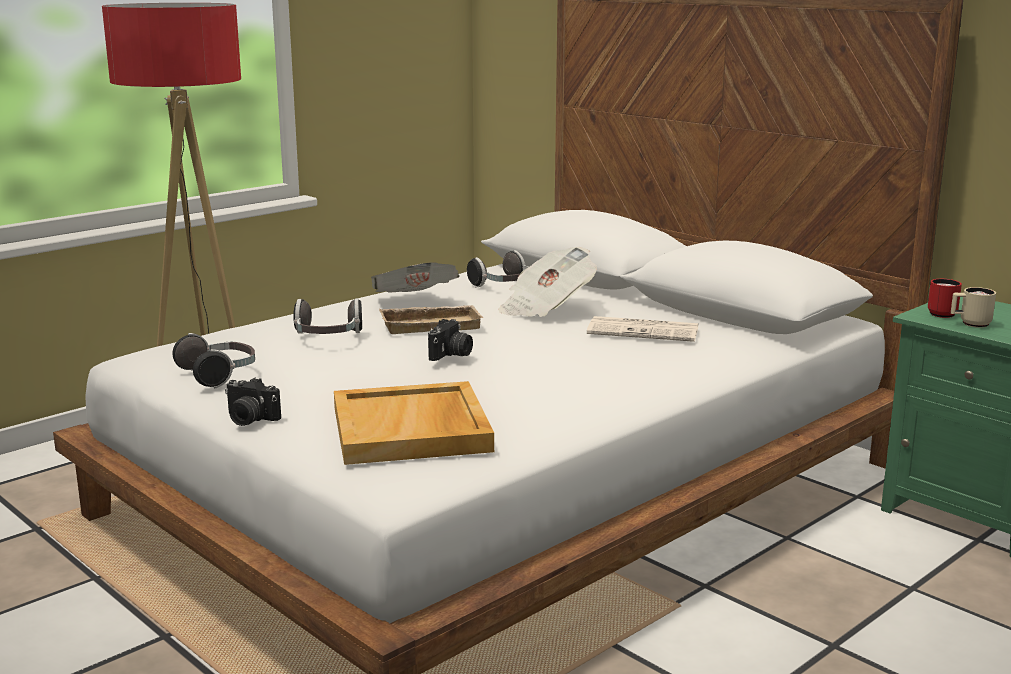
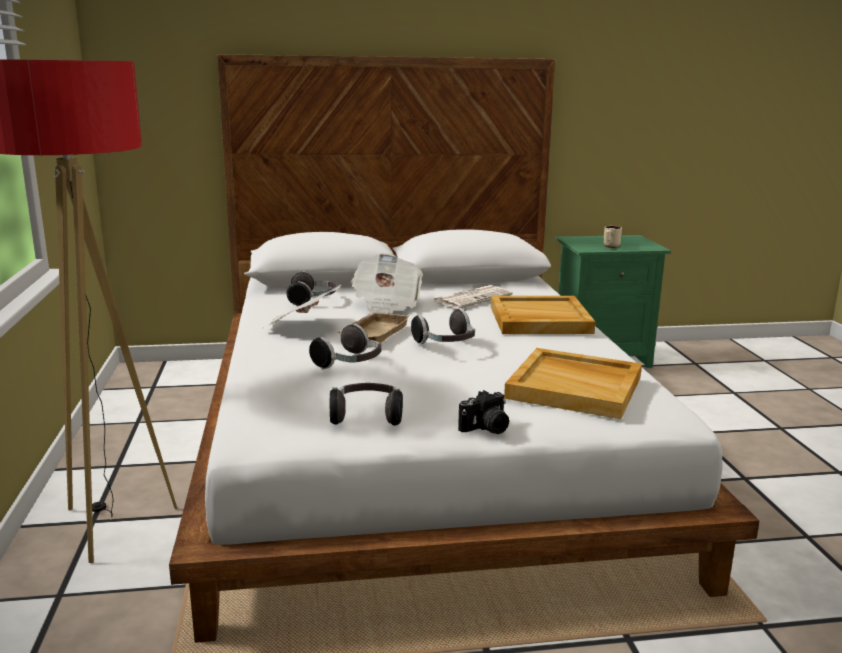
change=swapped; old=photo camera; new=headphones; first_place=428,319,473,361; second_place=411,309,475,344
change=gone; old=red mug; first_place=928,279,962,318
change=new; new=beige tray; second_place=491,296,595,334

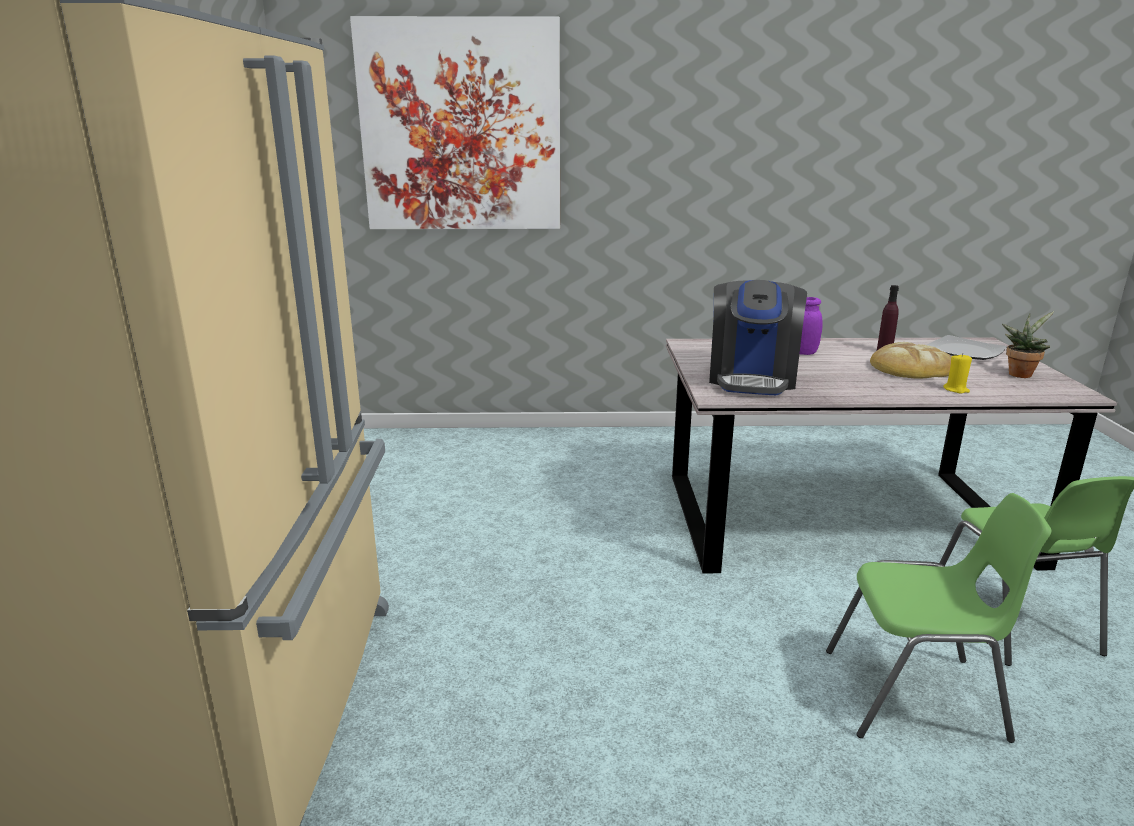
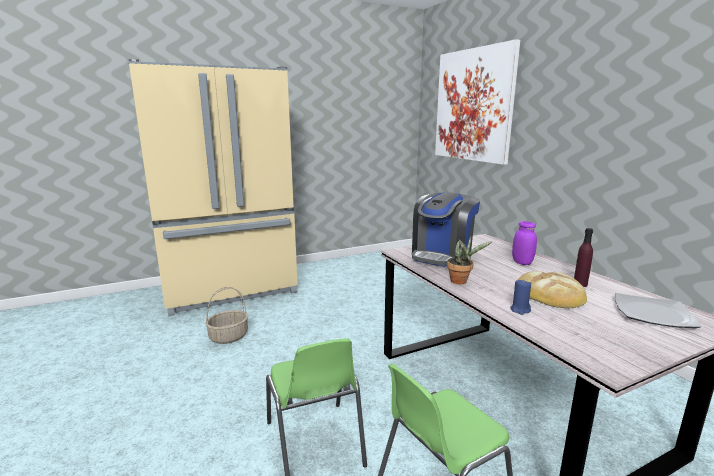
change=rotated; old=coffee machine; first_place=709,280,807,396; second_place=412,192,480,267; degrees=-45
change=repainted; old=yellow candle; new=blue candle; first_place=943,354,972,394; second_place=510,280,531,315
change=shifted; old=potted plant; first_place=1002,311,1054,378; second_place=447,236,493,284
change=new; new=basket; second_place=205,287,248,344

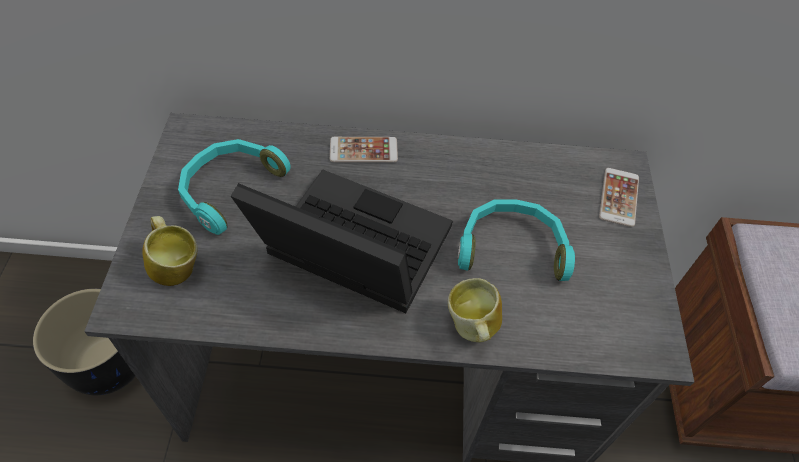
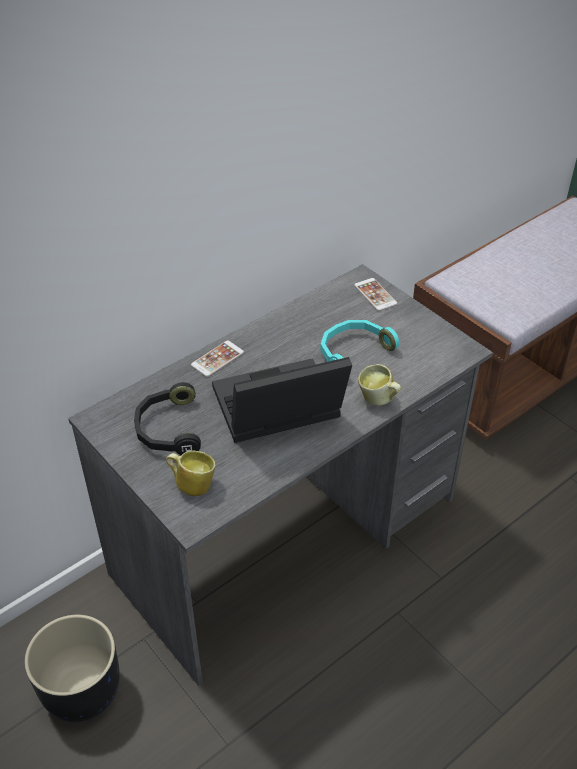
change=repainted; old=turquoise headphones; new=black headphones; first_place=178,139,291,235; second_place=134,382,201,455

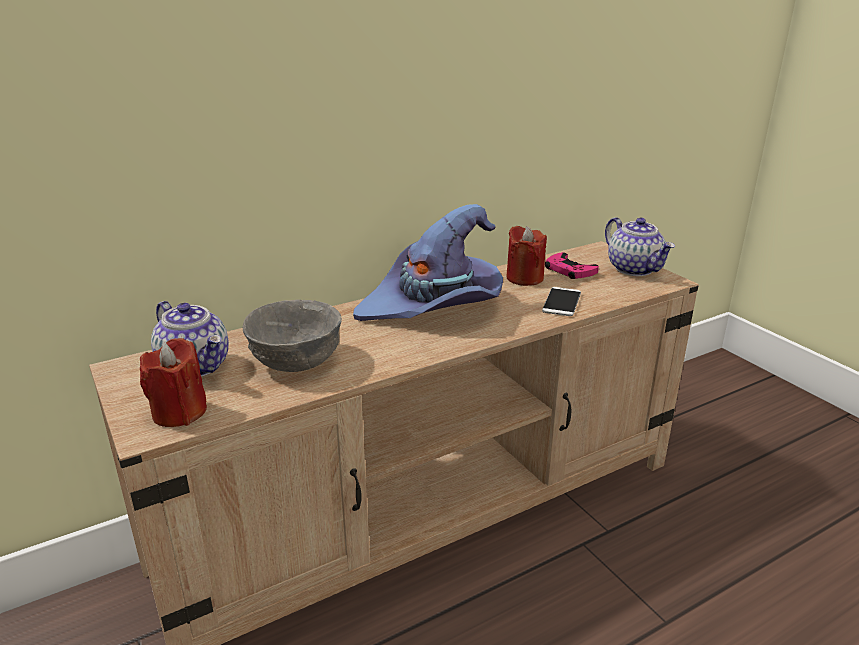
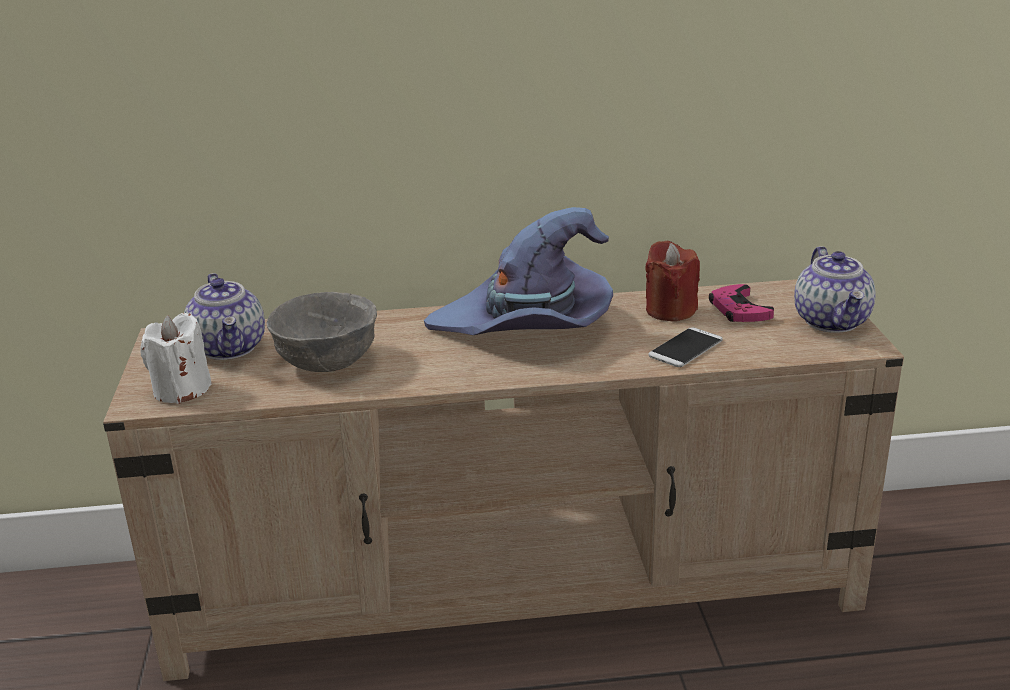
change=repainted; old=red candle; new=white candle; first_place=140,338,207,427; second_place=140,313,212,404

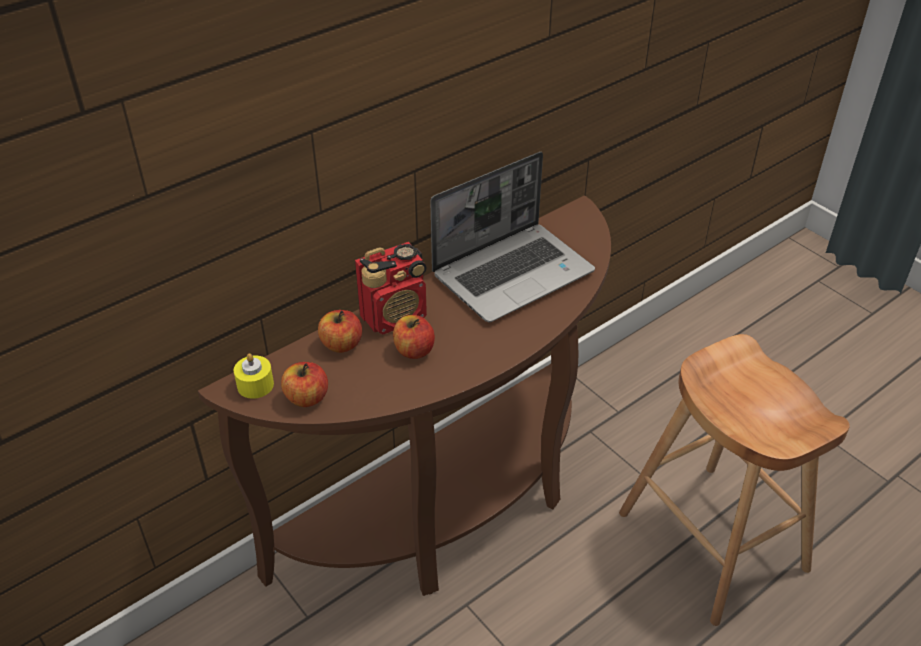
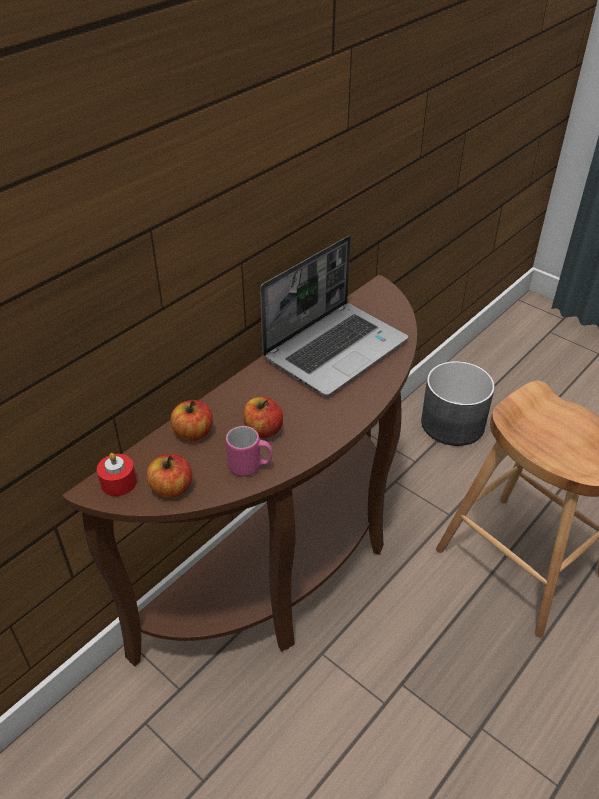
change=repainted; old=yellow candle; new=red candle; first_place=234,353,274,399; second_place=97,453,137,496
change=gone; old=radio; first_place=355,242,427,335
change=new; new=pink mug; second_place=226,426,273,477
change=new; new=grey planter; second_place=421,361,495,446

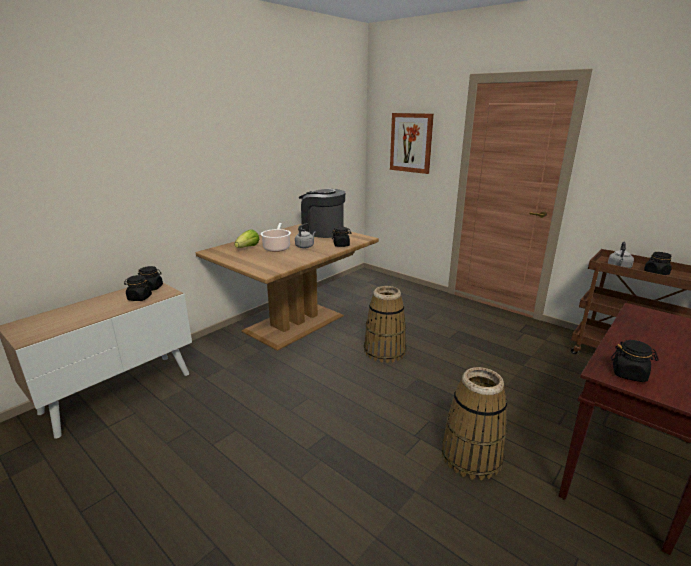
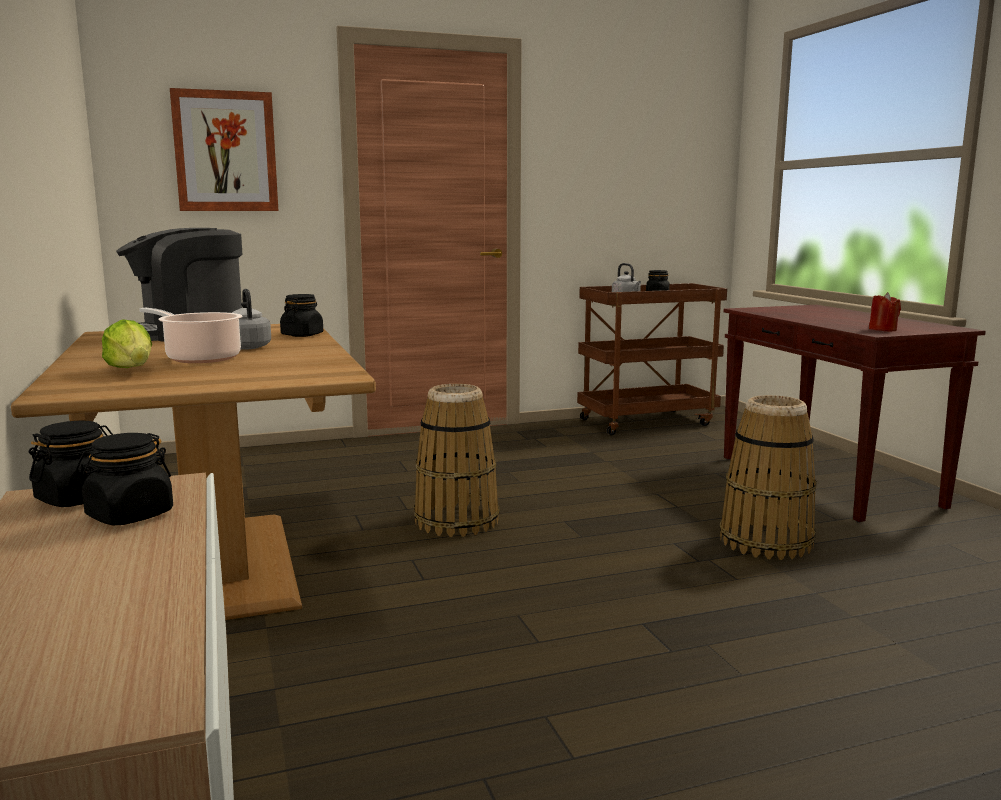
change=swapped; old=black jar; new=red candle; first_place=611,340,659,382; second_place=869,292,901,331

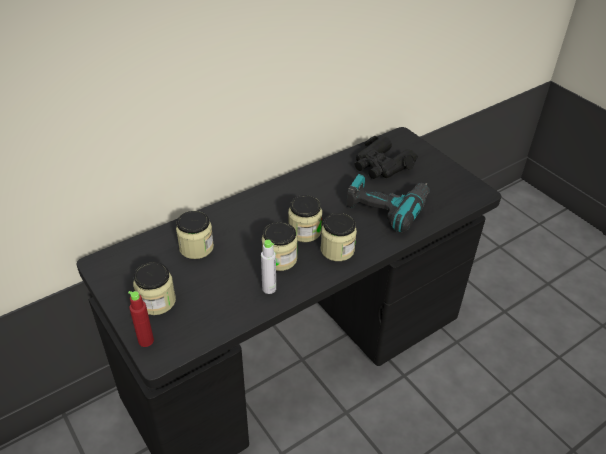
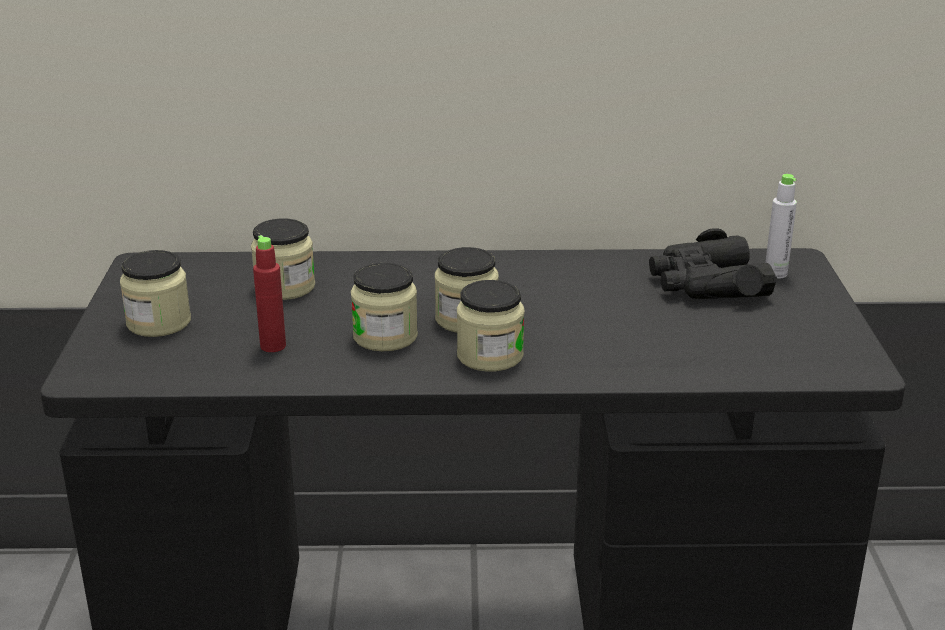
change=shifted; old=red bottle; first_place=128,291,154,347; second_place=253,235,286,352
change=shifted; old=grey bottle; first_place=261,240,276,294; second_place=765,174,797,279
change=gone; old=power drill; first_place=346,174,430,232

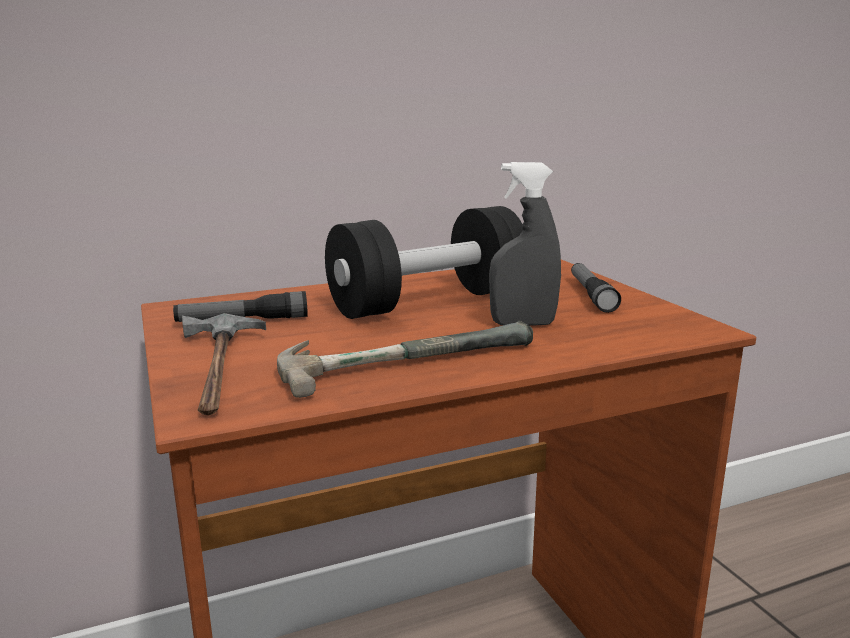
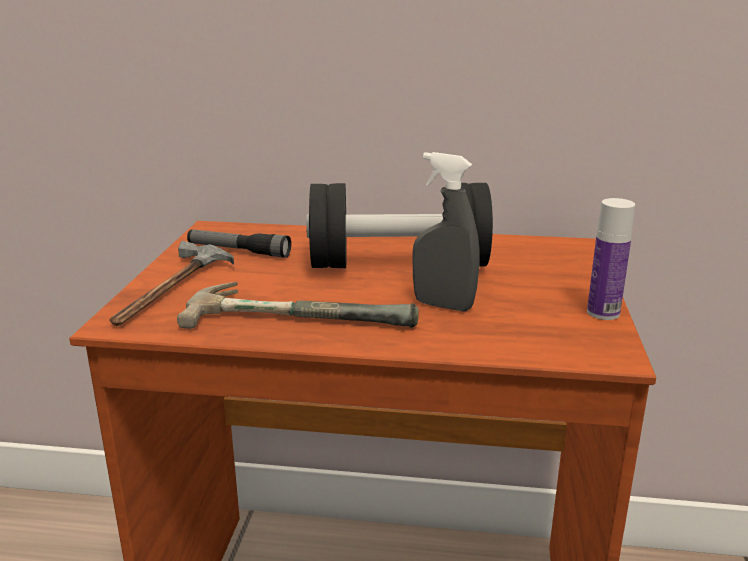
change=gone; old=flashlight; first_place=571,263,621,313
change=new; new=bottle; second_place=587,198,635,320

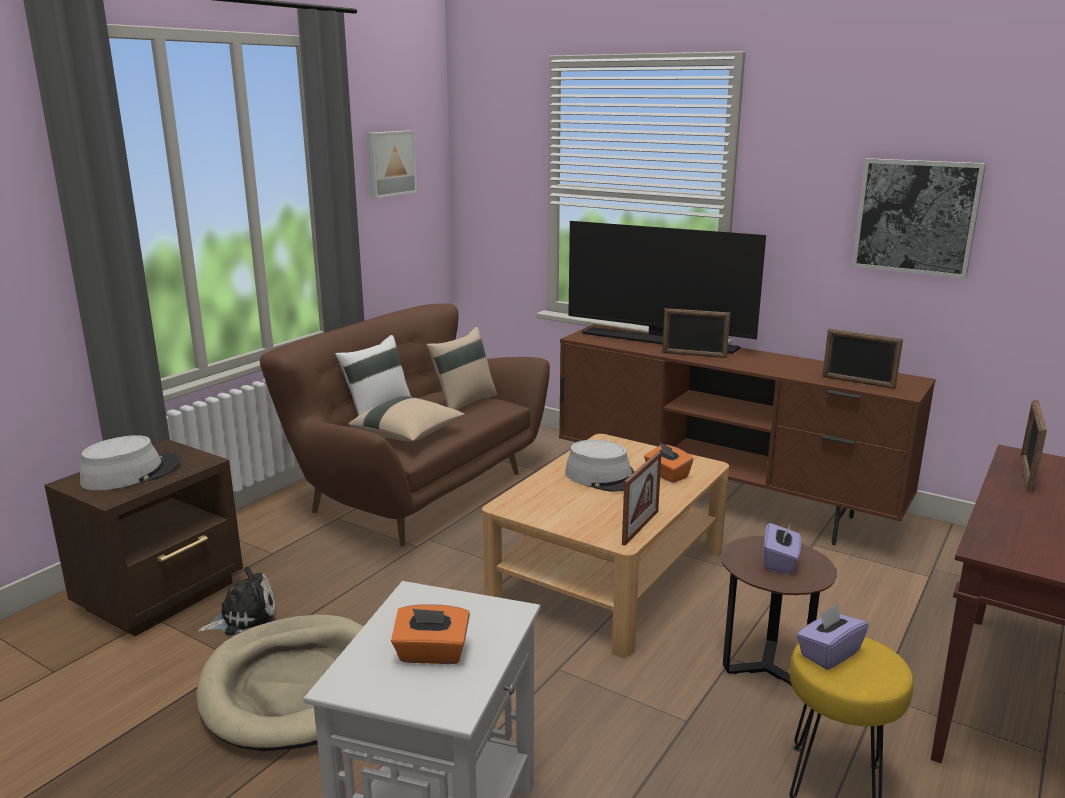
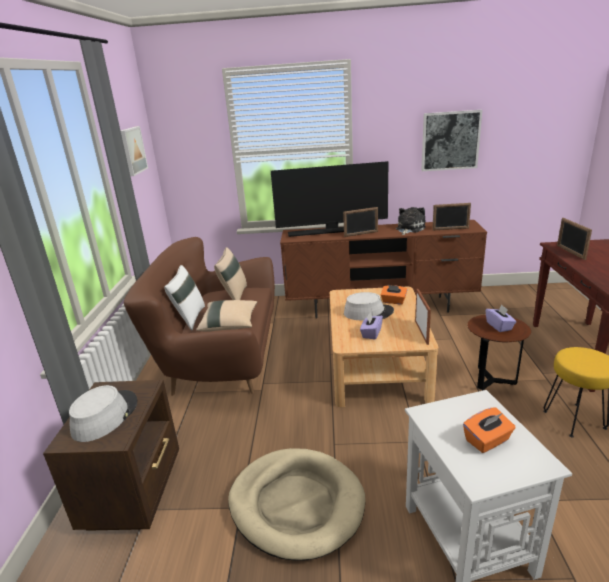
change=shifted; old=plush toy; first_place=198,566,276,636; second_place=396,207,426,235
change=shifted; old=purple tissue box; first_place=797,604,869,670; second_place=360,312,383,339

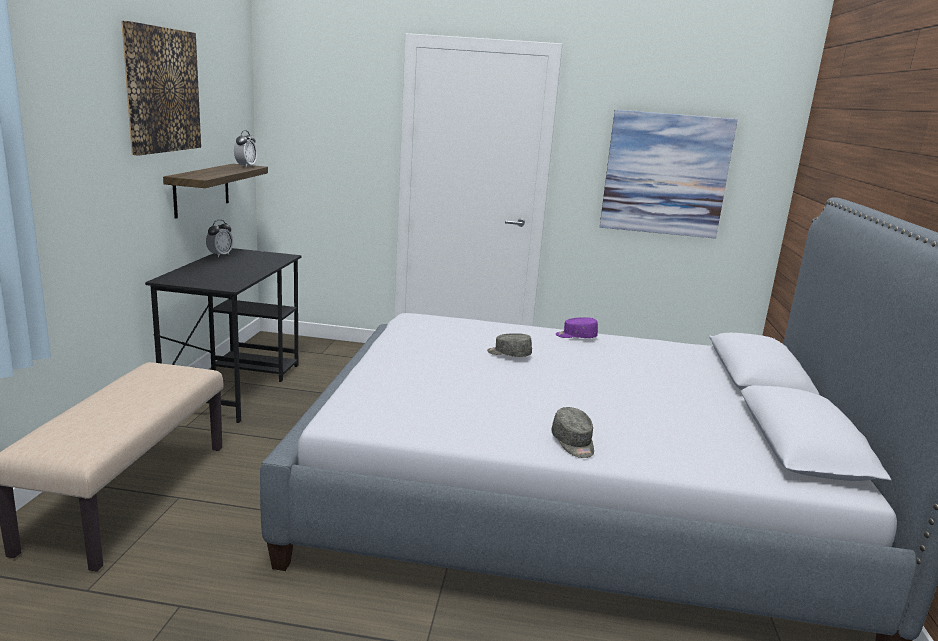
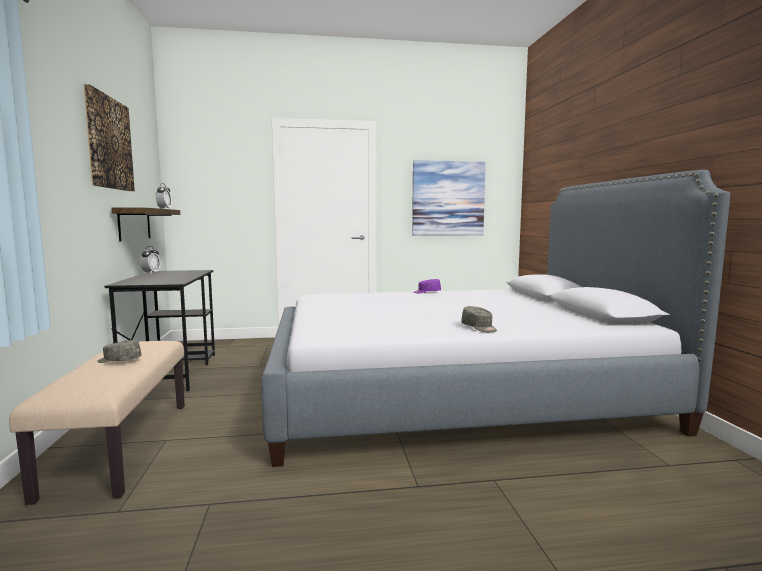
change=shifted; old=grey cap; first_place=487,333,532,357; second_place=97,340,142,363

